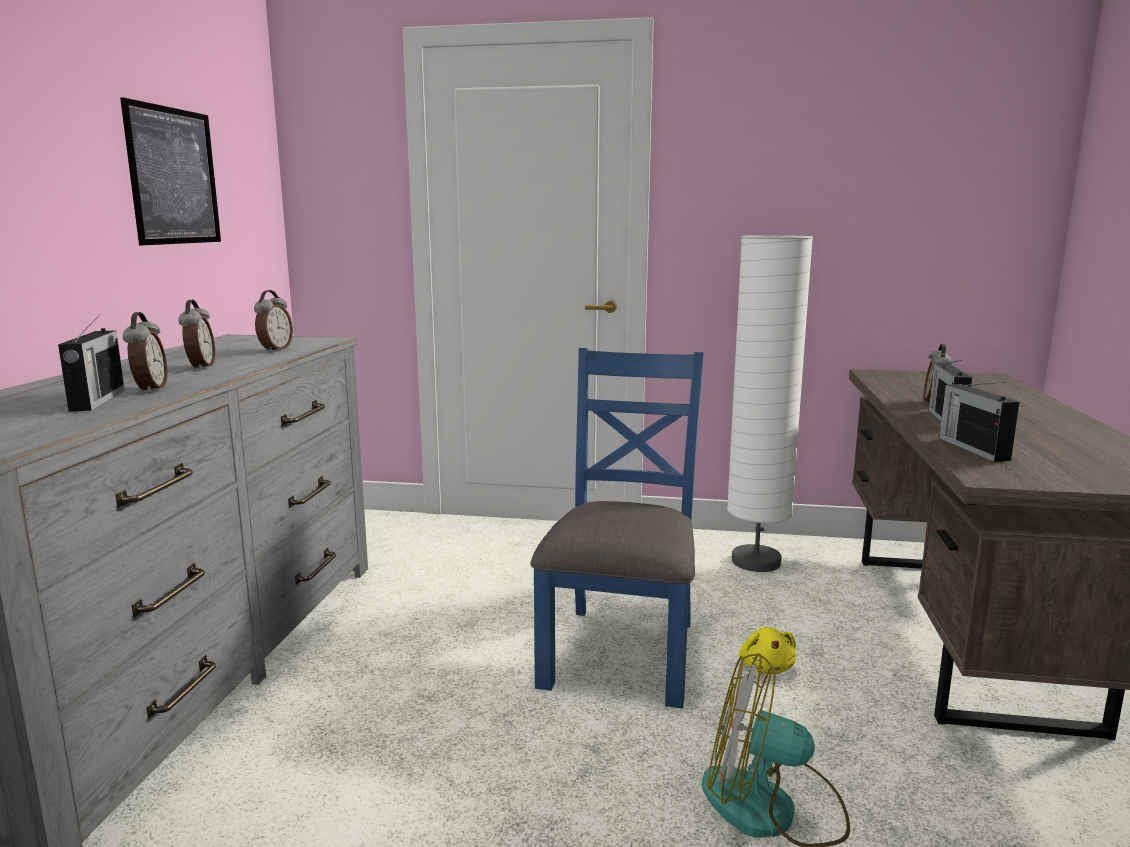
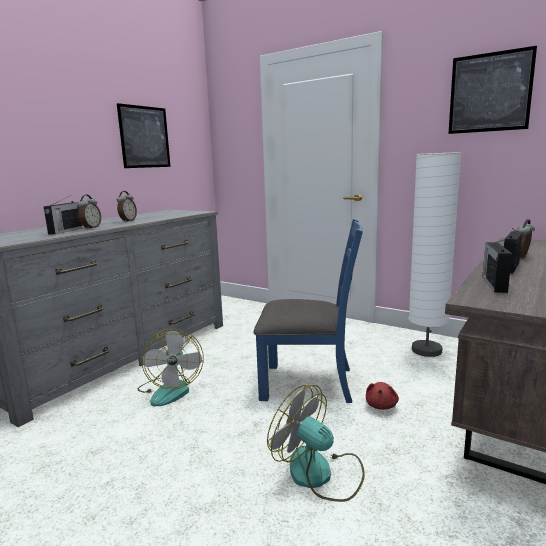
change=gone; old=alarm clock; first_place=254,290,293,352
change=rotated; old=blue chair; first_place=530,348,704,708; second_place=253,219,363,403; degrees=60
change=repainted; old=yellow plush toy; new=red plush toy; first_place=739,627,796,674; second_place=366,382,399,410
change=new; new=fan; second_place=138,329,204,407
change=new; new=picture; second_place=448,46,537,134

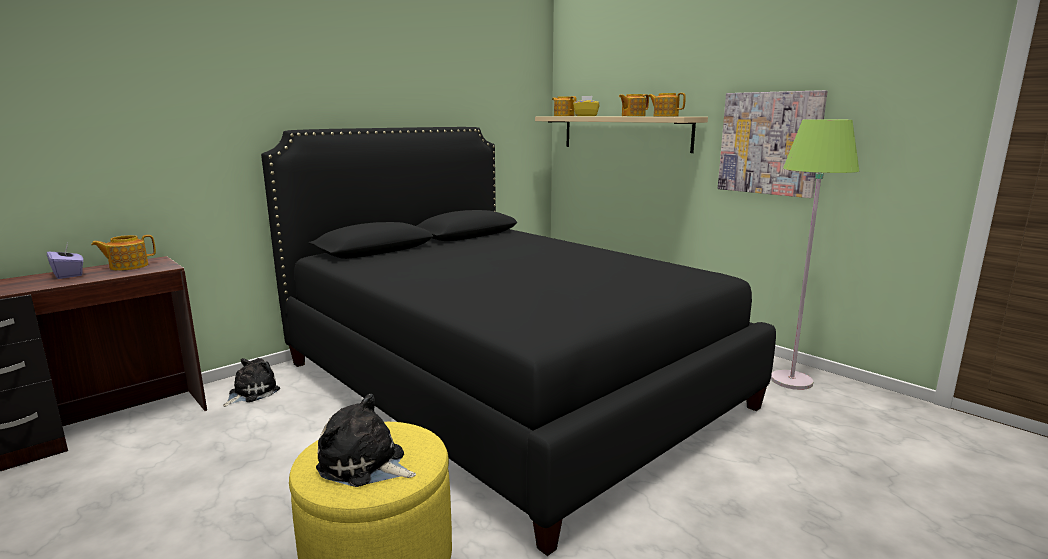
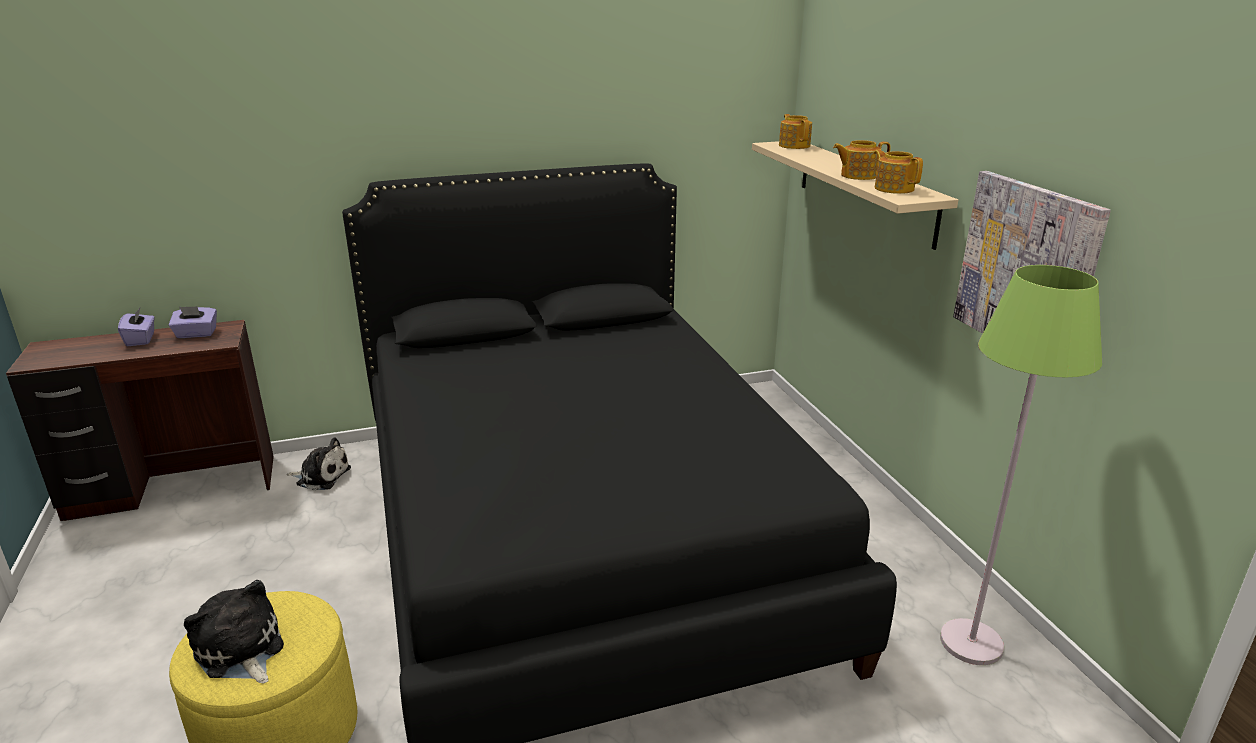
change=swapped; old=teapot; new=purple tissue box; first_place=91,235,156,271; second_place=169,306,217,338
change=rotated; old=plush toy; first_place=223,358,280,407; second_place=287,437,351,490; degrees=45
change=gone; old=yellow tissue box; first_place=573,96,599,116

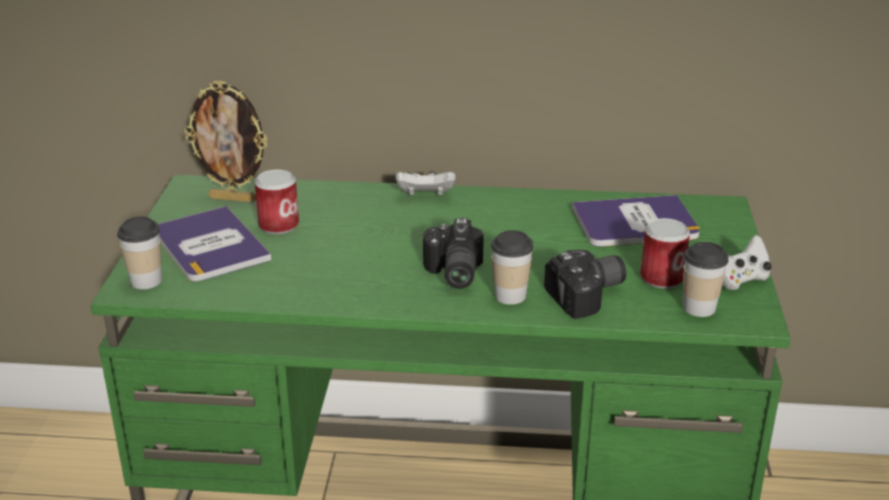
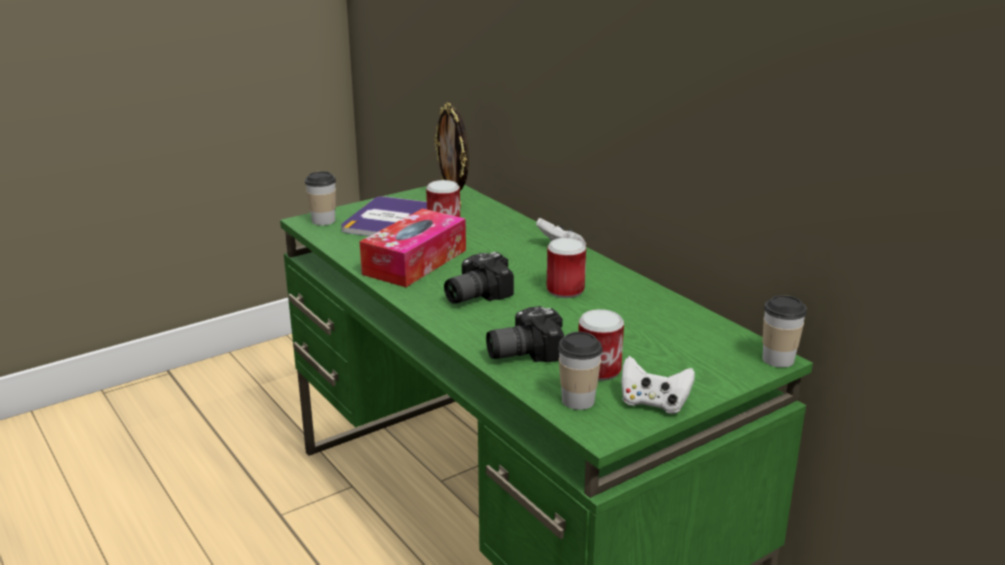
change=shifted; old=cup; first_place=491,230,534,305; second_place=762,295,807,368
change=rotated; old=photo camera; first_place=544,250,626,319; second_place=486,306,564,362; degrees=135
change=gone; old=book; first_place=572,195,700,247
change=new; new=tissue box; second_place=360,208,466,287
change=new; new=can; second_place=547,238,586,298

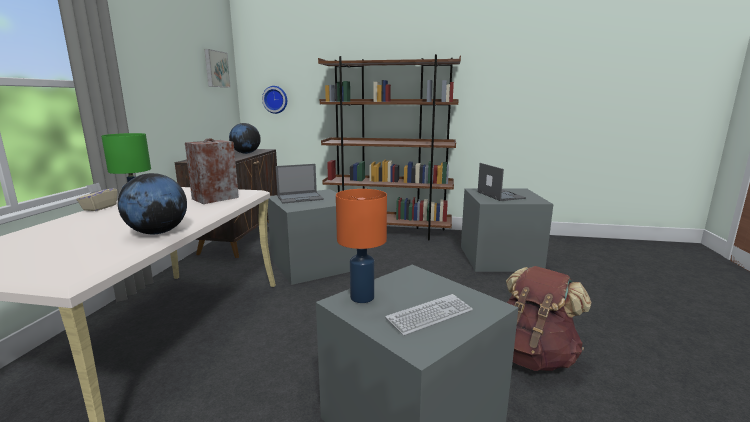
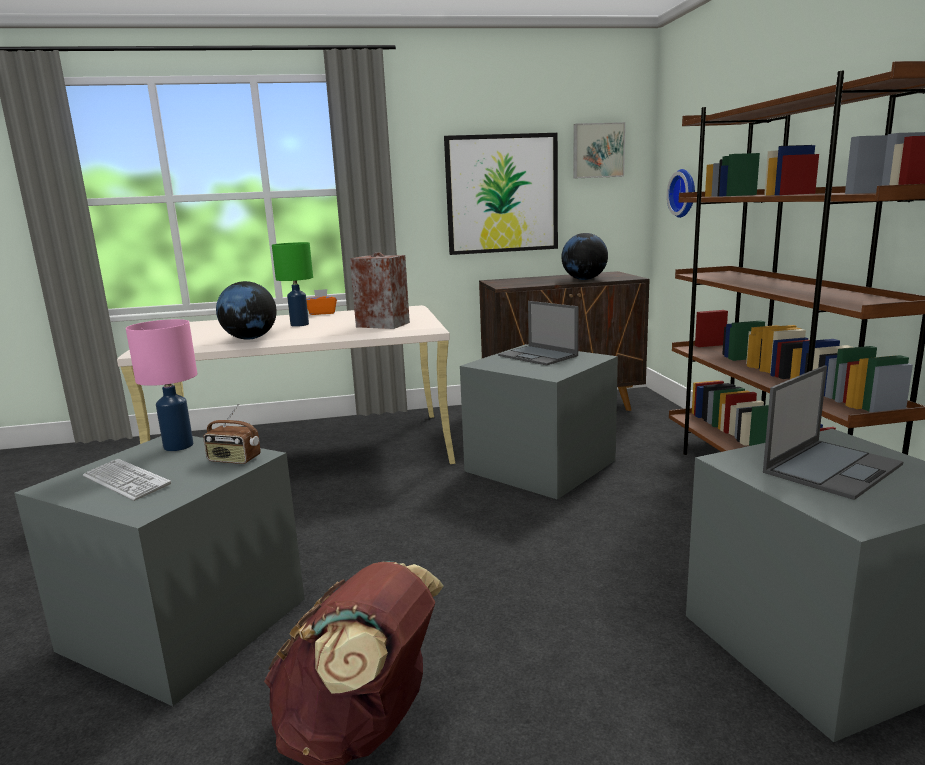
change=repainted; old=beige tissue box; new=orange tissue box; first_place=76,183,118,211; second_place=306,289,337,315
change=repainted; old=orange table lamp; new=pink table lamp; first_place=336,189,387,303; second_place=126,319,197,451
change=new; new=radio; second_place=203,403,261,464
change=new; new=picture; second_place=444,133,558,255

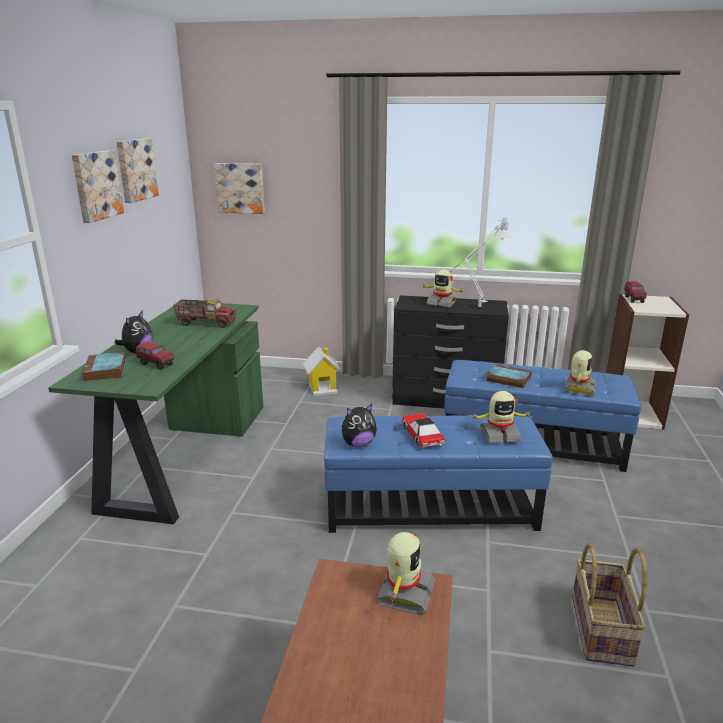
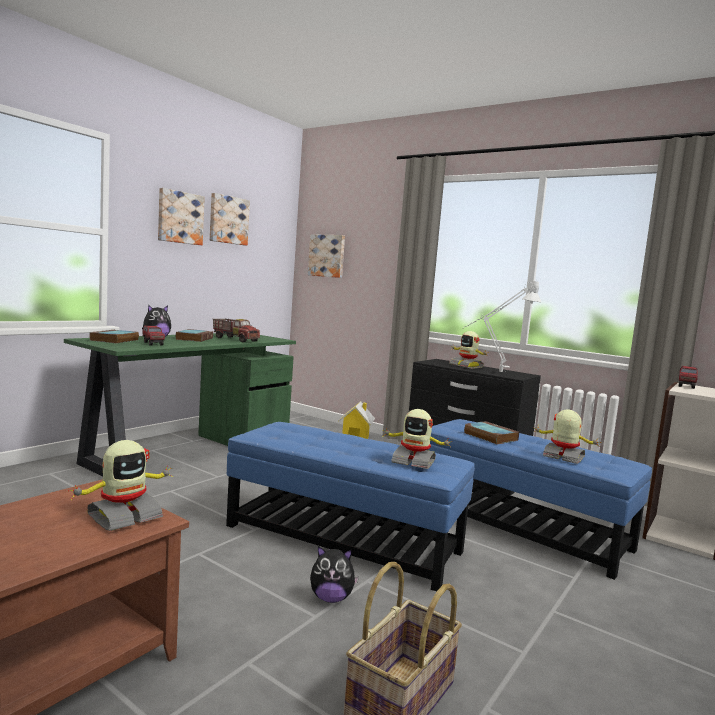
change=shifted; old=plush toy; first_place=342,404,377,447; second_place=310,546,359,603
change=gone; old=toy car; first_place=402,413,446,447
change=rotated; old=toy robot; first_place=564,350,597,396; second_place=533,409,602,464; degrees=-105
change=new; new=book; second_place=175,329,213,342

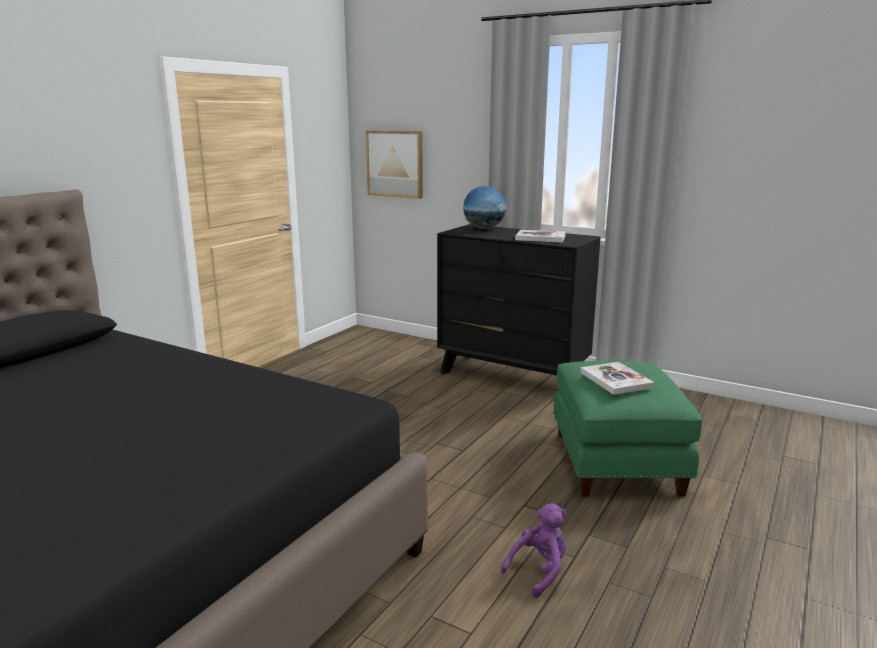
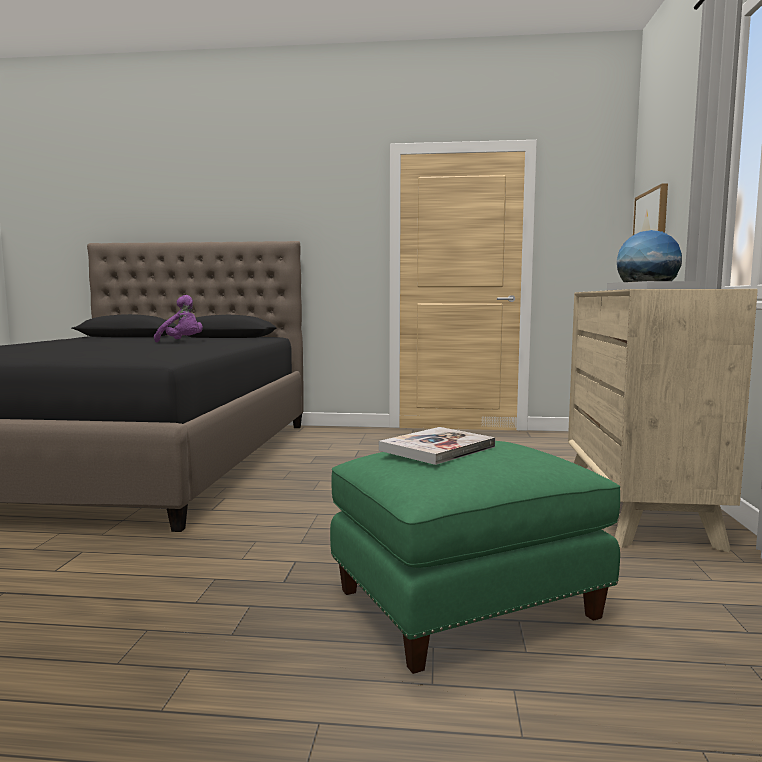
change=repainted; old=black dresser; new=beige dresser; first_place=437,224,601,391; second_place=568,289,758,552
change=shifted; old=purple plush toy; first_place=501,503,567,598; second_place=154,295,203,342

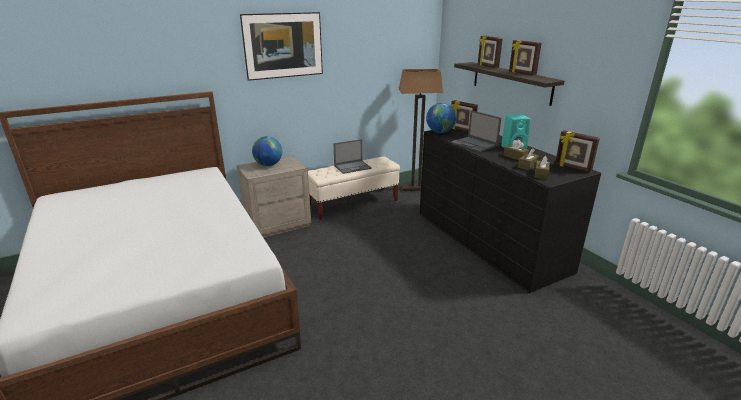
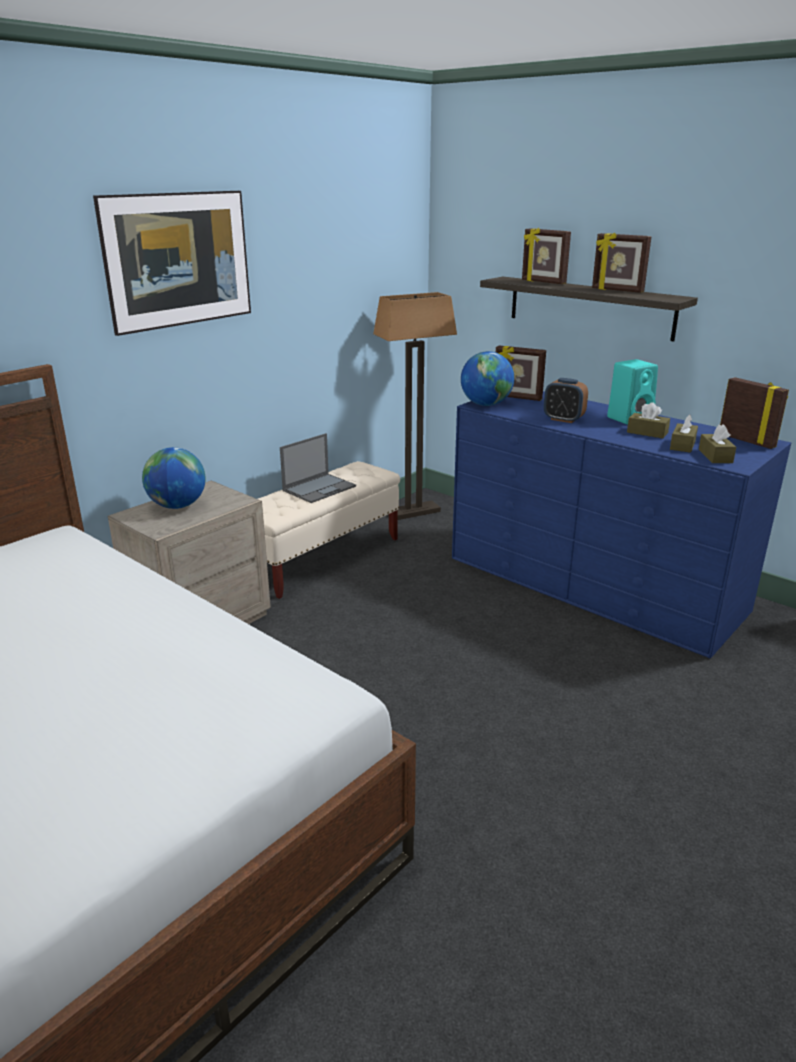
change=repainted; old=black dresser; new=blue dresser; first_place=420,129,601,293; second_place=452,391,791,658
change=swapped; old=laptop; new=alarm clock; first_place=451,110,501,152; second_place=544,378,588,423
change=rotated; old=picture frame; first_place=555,130,600,173; second_place=720,377,789,449; degrees=-150

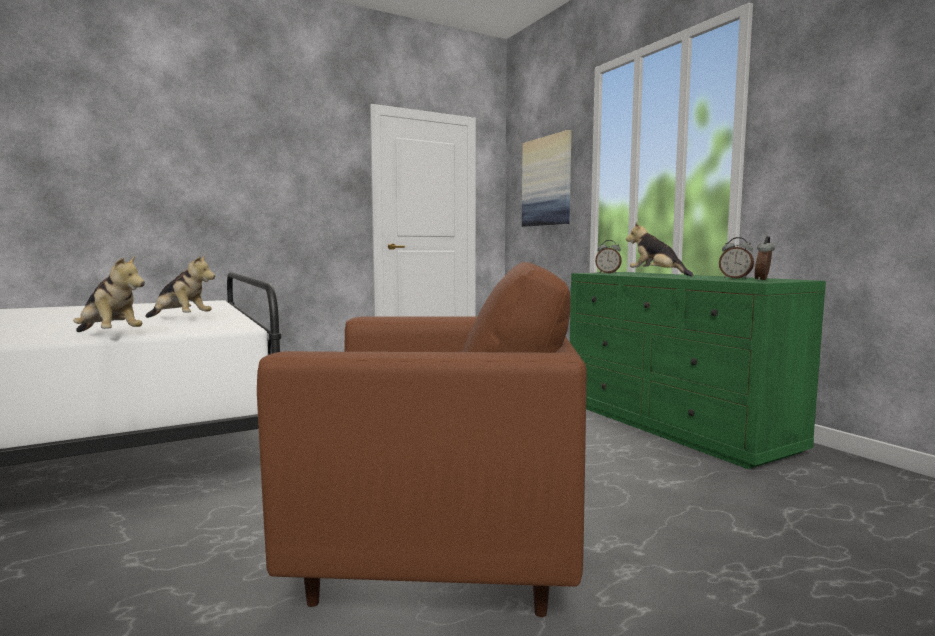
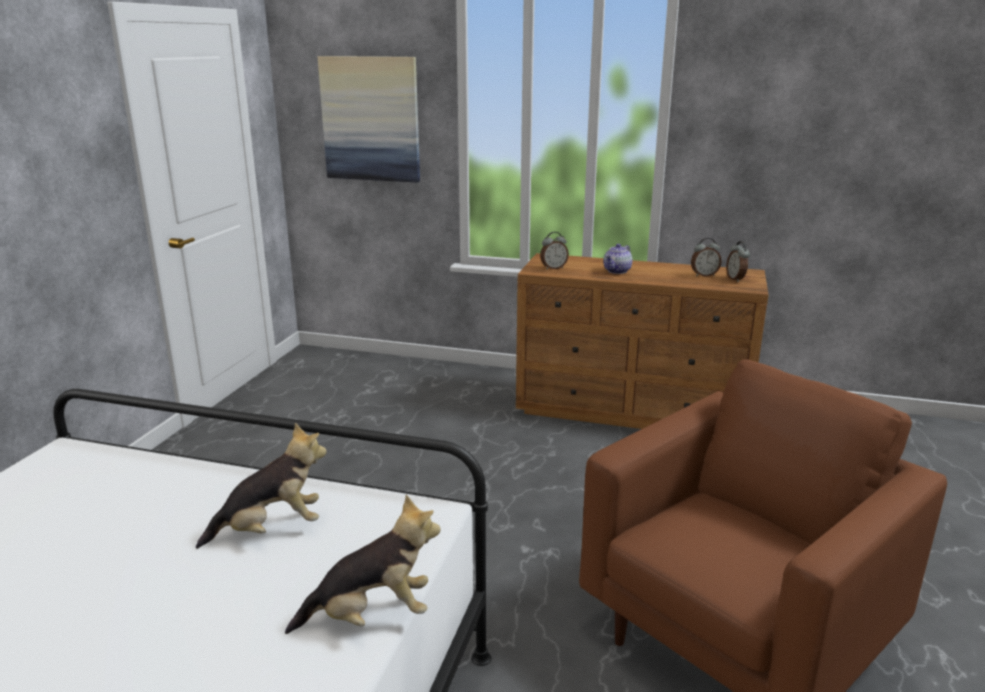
change=repainted; old=green dresser; new=brown dresser; first_place=570,272,826,469; second_place=516,253,769,429
change=swapped; old=plush toy; new=teapot; first_place=626,222,694,277; second_place=603,244,632,274

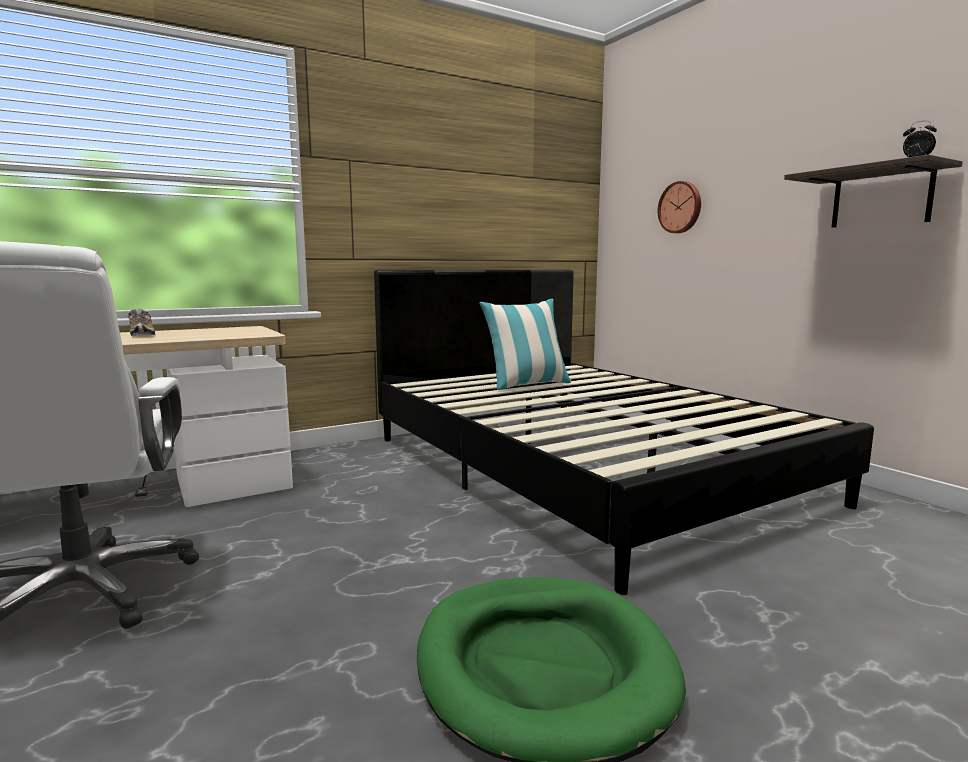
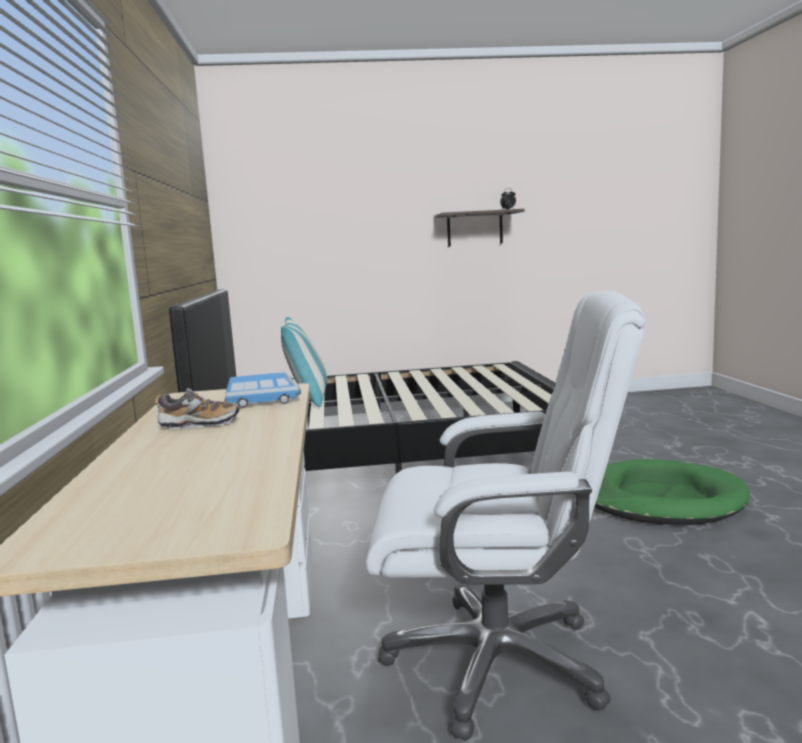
change=gone; old=wall clock; first_place=658,181,701,233
change=new; new=toy car; second_place=224,372,301,408

